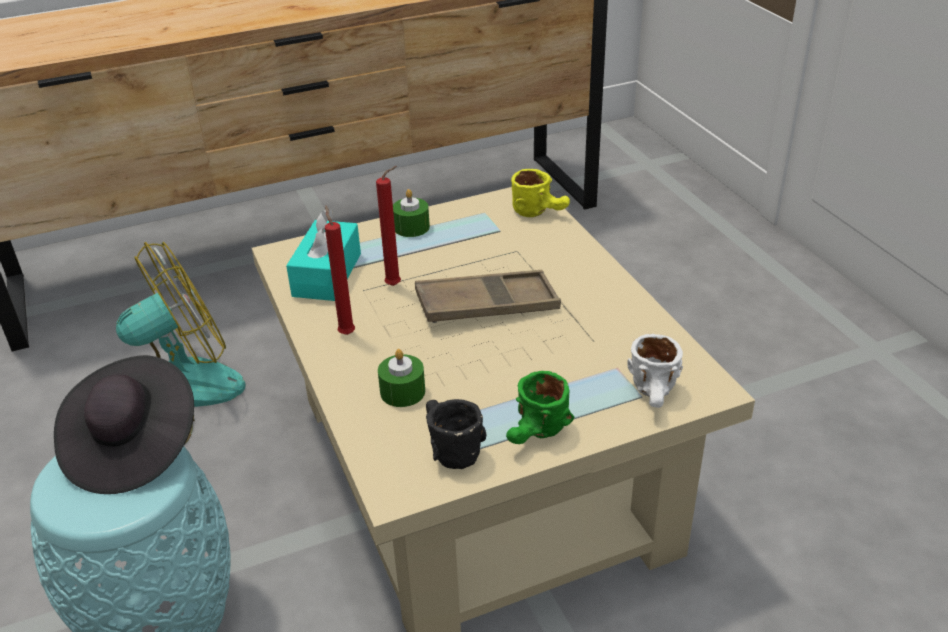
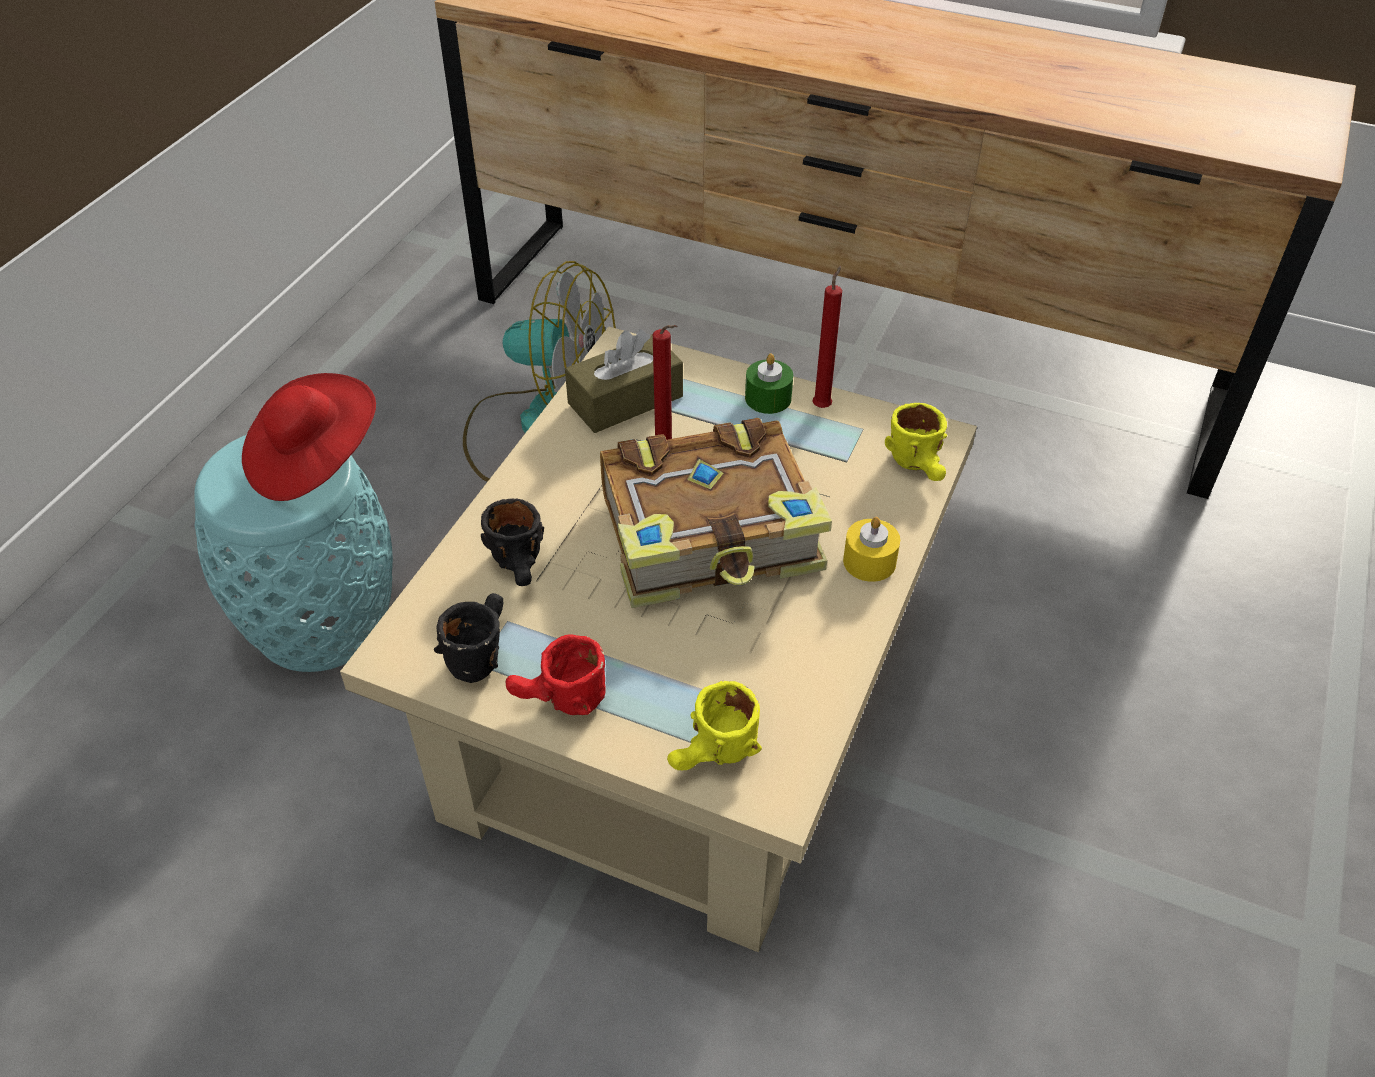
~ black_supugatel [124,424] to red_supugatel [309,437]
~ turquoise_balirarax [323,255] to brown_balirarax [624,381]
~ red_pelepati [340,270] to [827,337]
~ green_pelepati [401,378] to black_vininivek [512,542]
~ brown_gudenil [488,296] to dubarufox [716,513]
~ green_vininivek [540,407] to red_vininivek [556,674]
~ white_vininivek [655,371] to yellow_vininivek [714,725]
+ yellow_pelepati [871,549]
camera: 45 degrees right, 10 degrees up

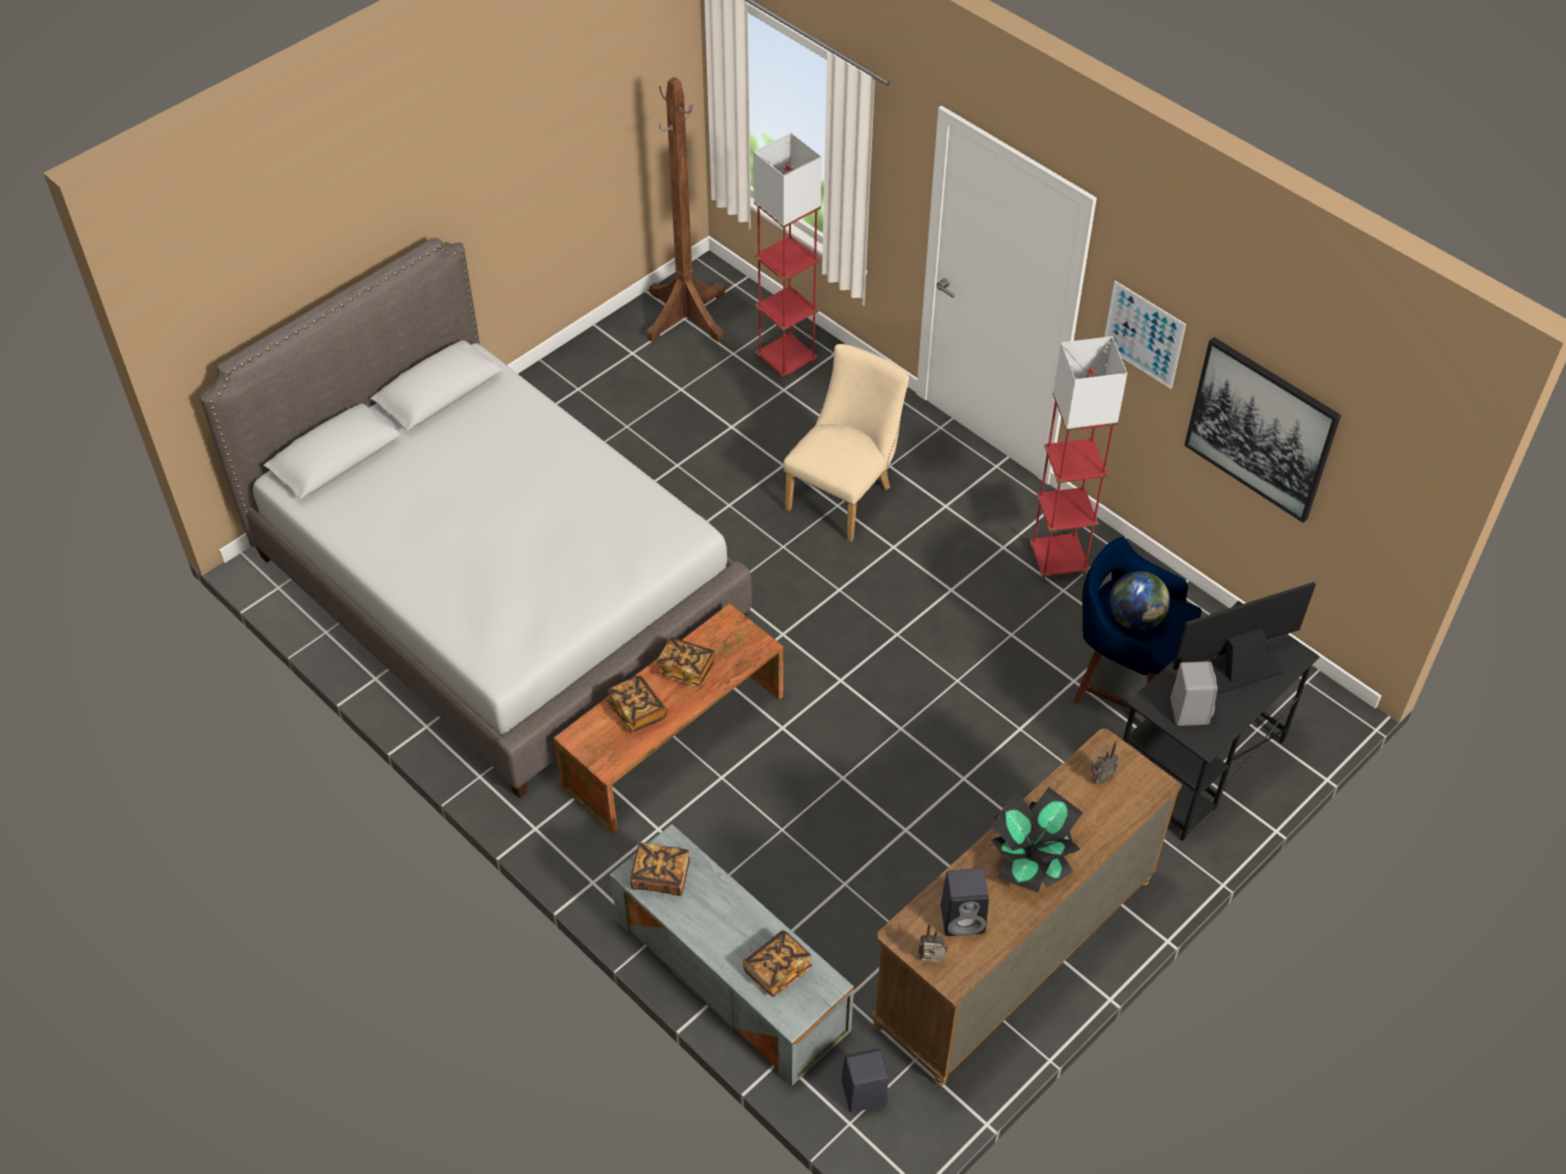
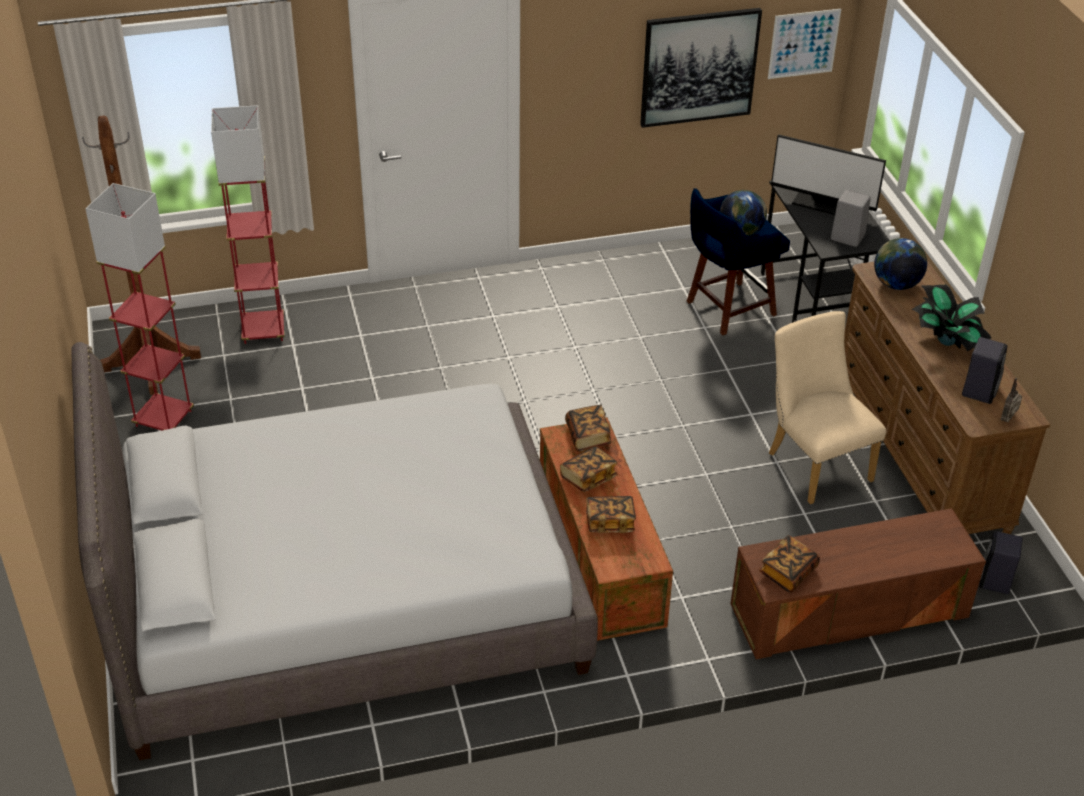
~ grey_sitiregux [732,955] to brown_sitiregux [858,583]
~ dubarufox [777,963] to [588,428]
~ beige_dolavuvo [846,443] to [827,407]
~ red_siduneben [1078,458] to [139,307]
~ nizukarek [1104,762] to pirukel [900,264]
~ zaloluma [1145,335] to [804,44]
~ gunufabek [1244,638] = [828,174] 75 degrees counterclockwise
camera: 60 degrees left, 10 degrees down

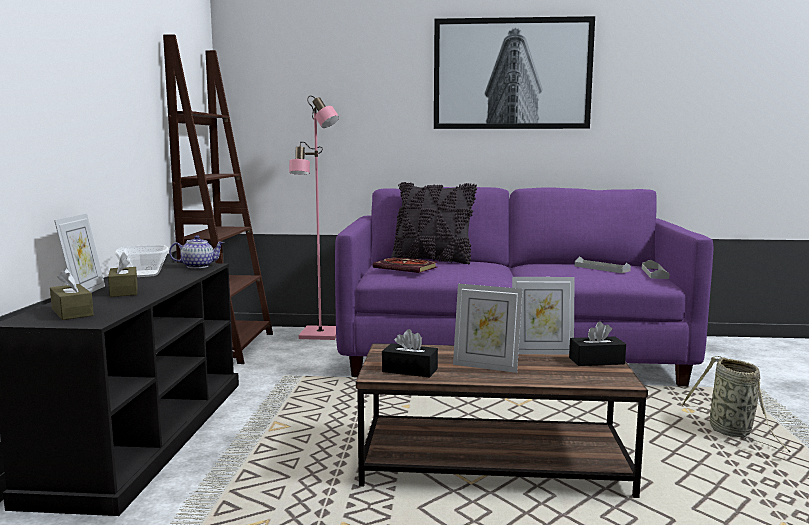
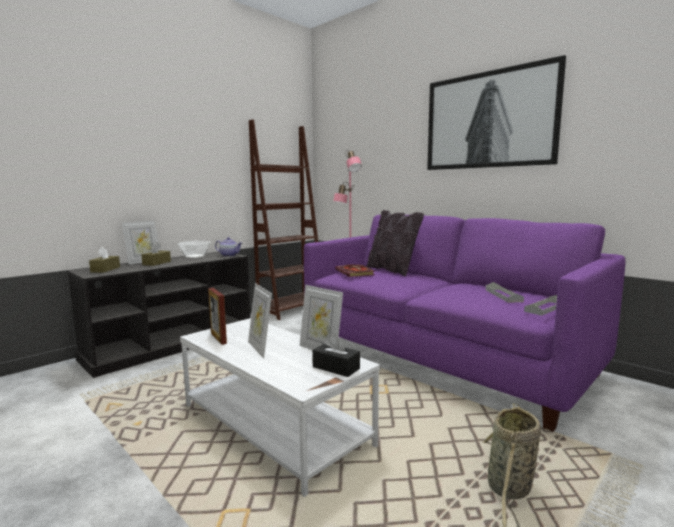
~ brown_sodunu [502,420] to white_sodunu [280,407]
~ black_balirarax [410,353] to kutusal [217,316]
camera: 40 degrees right, 0 degrees up

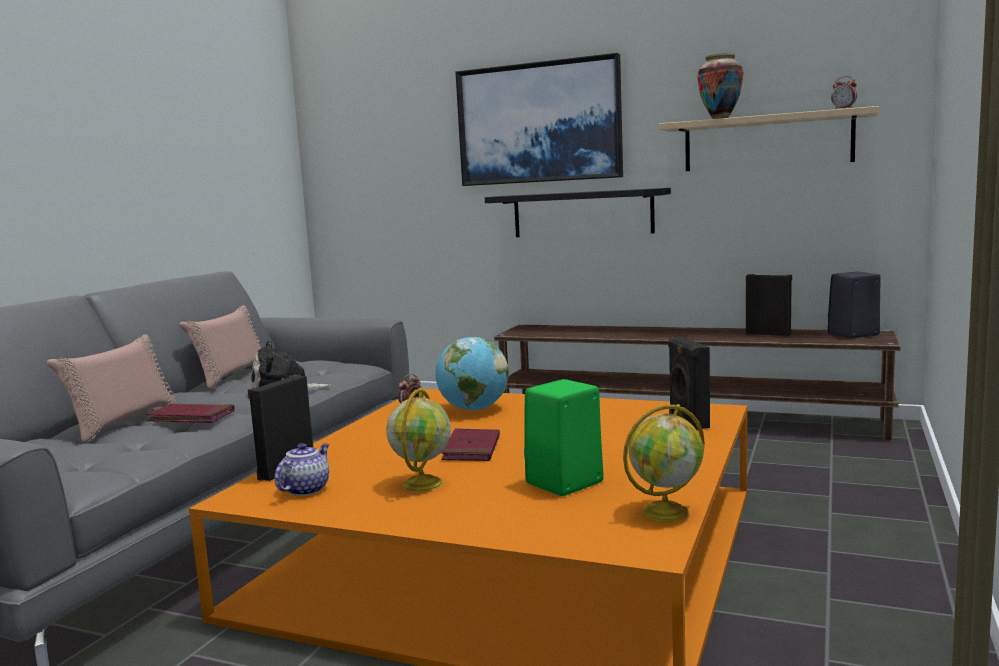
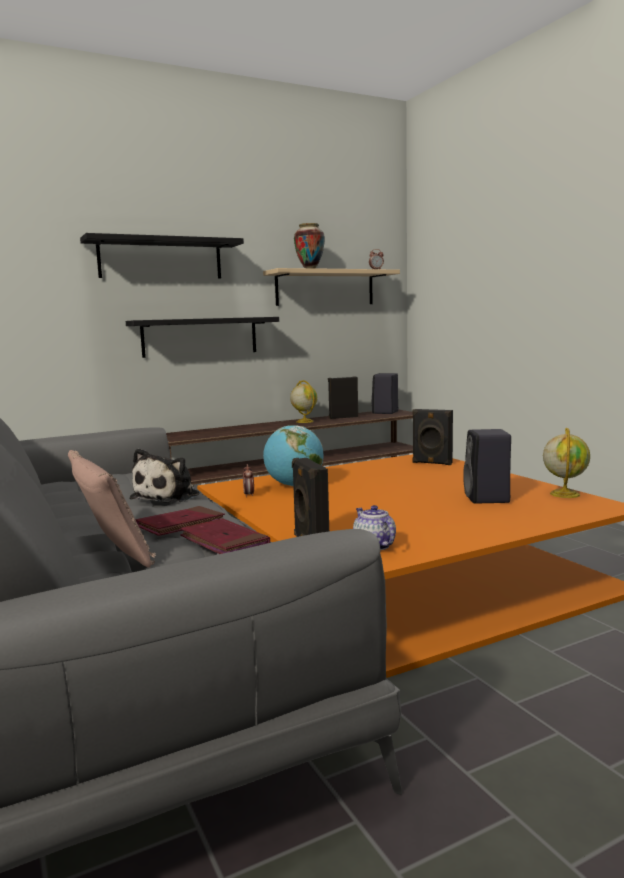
- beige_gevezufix [221,347]
~ pirukel [418,440] to [303,401]
~ red_dubarufox [470,444] to [225,536]
~ zaloluma [539,119] to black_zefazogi [162,256]
~ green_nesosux [564,437] to black_nesosux [487,466]
camera: 50 degrees left, 0 degrees up

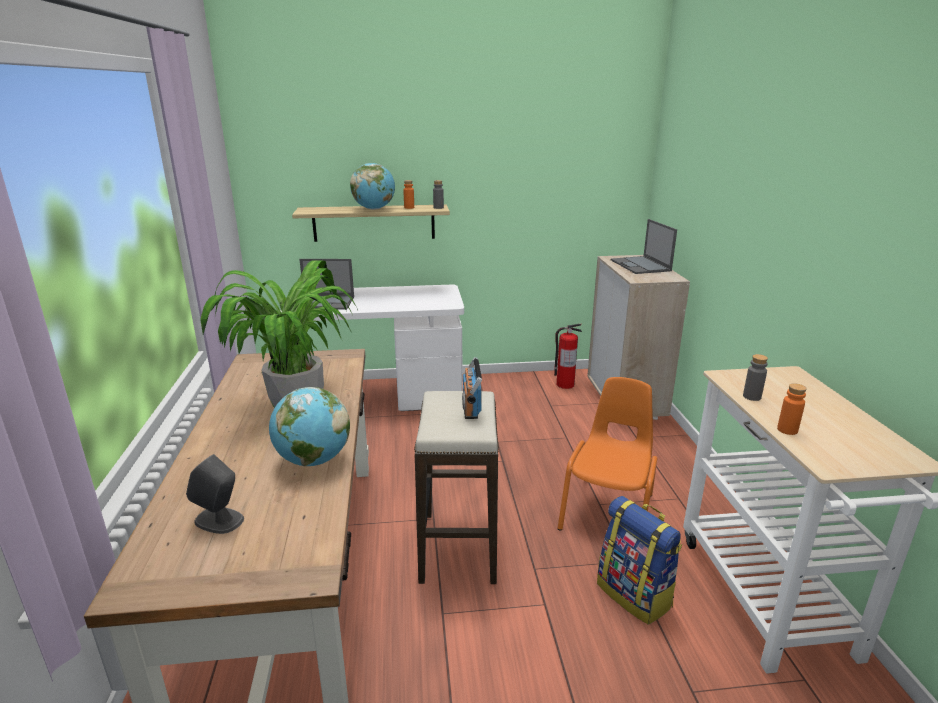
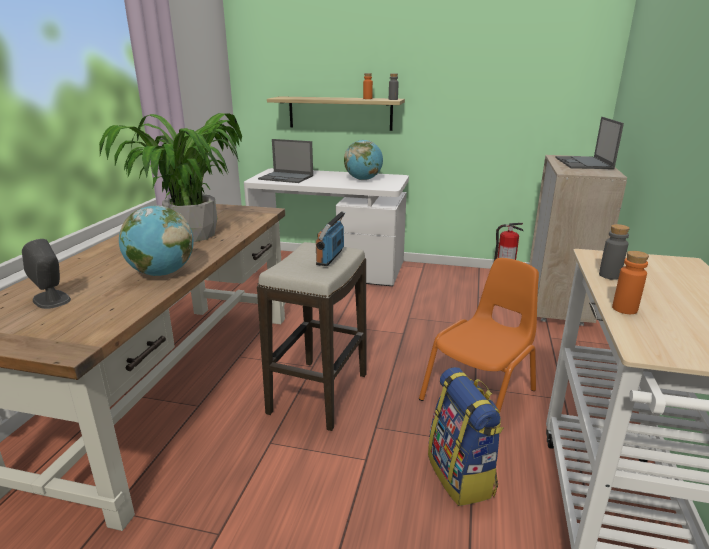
~ pirukel [372,186] to [363,160]
camera: 20 degrees right, 0 degrees up

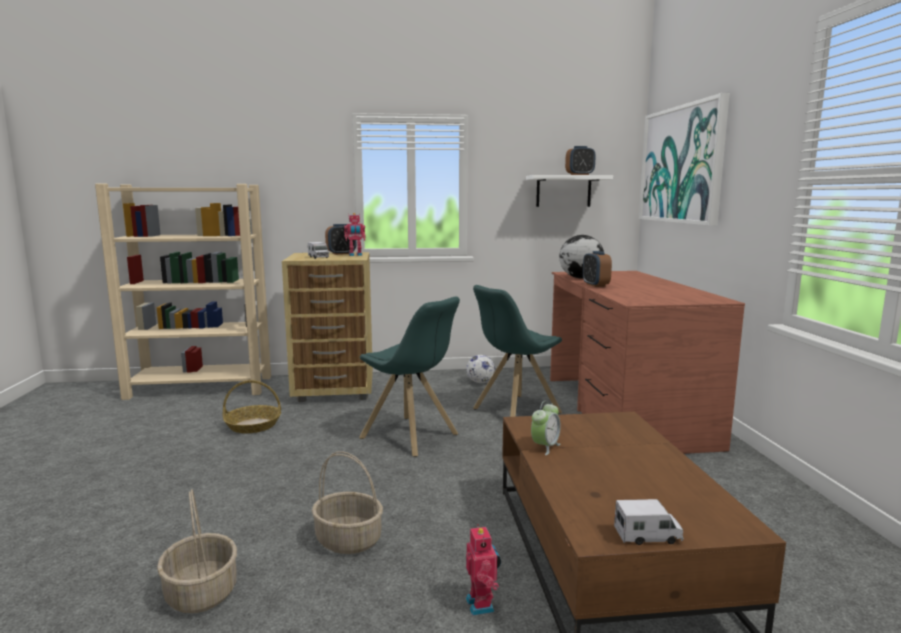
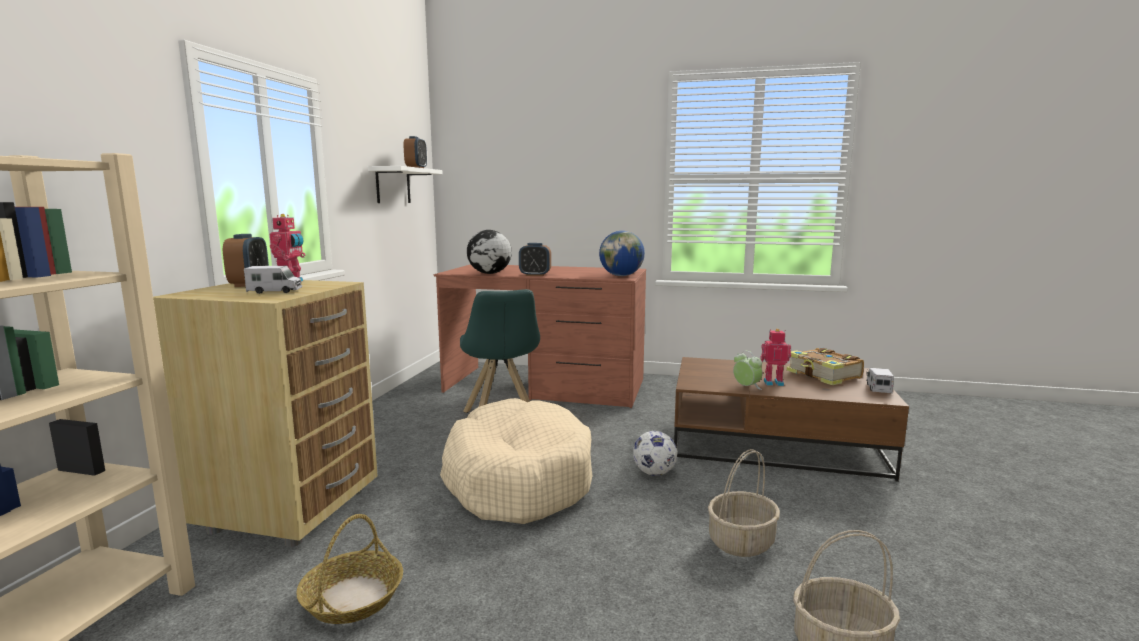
~ turquoise_dolavuvo [409,377] to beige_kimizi [516,461]
~ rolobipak [480,369] to [655,453]
~ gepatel [483,570] to [775,357]
- zaloluma [684,159]
+ pirukel [622,253]
+ dubarufox [825,366]
camera: 70 degrees left, 0 degrees up

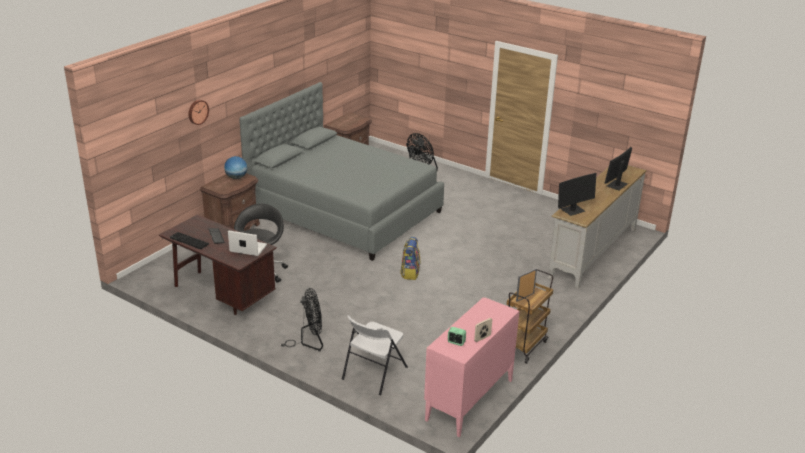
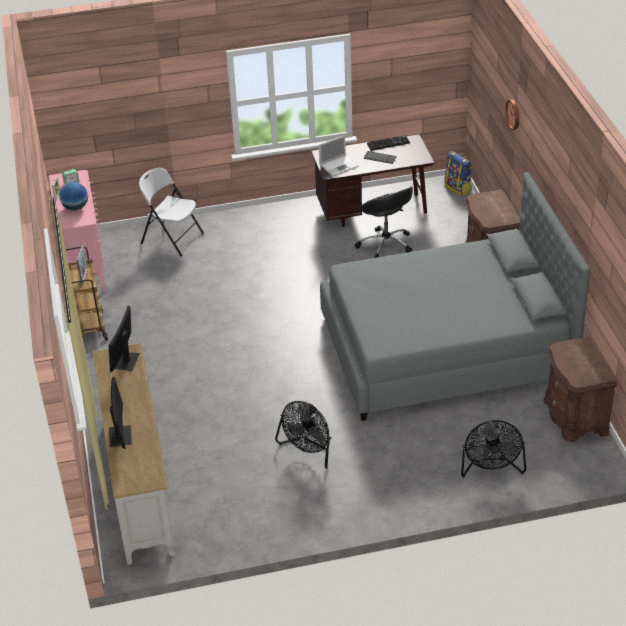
~ pirukel [235,167] to [73,196]
~ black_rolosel [301,319] to [303,435]
~ white_dolavuvo [375,355] = [171,212] 45 degrees counterclockwise
~ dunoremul [410,258] to [458,173]
camera: 135 degrees right, 10 degrees up

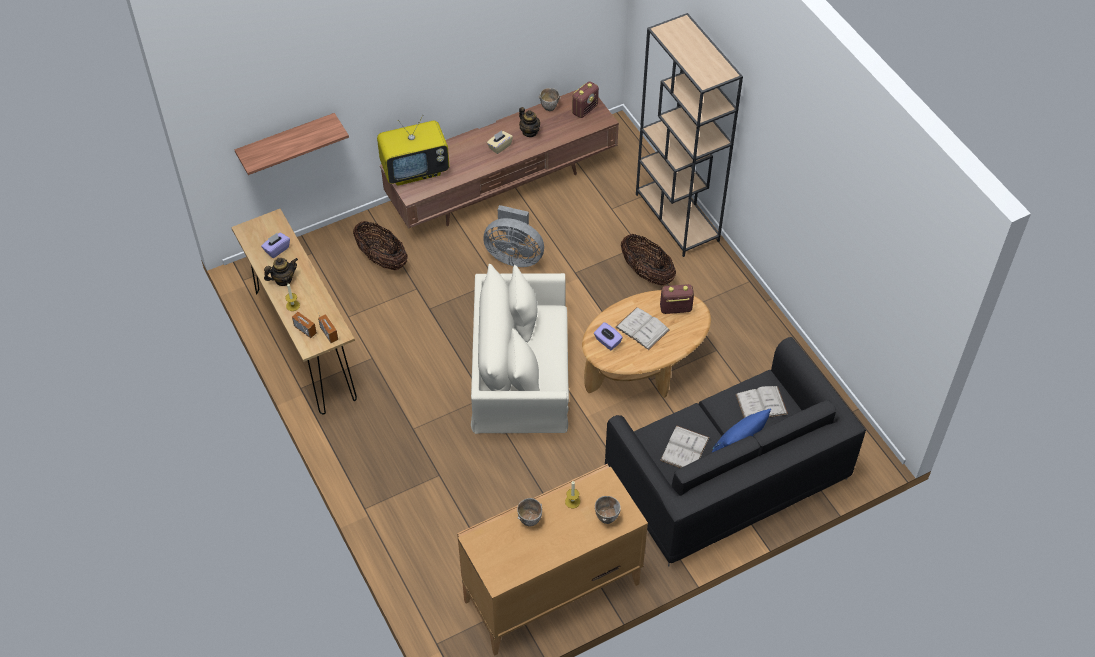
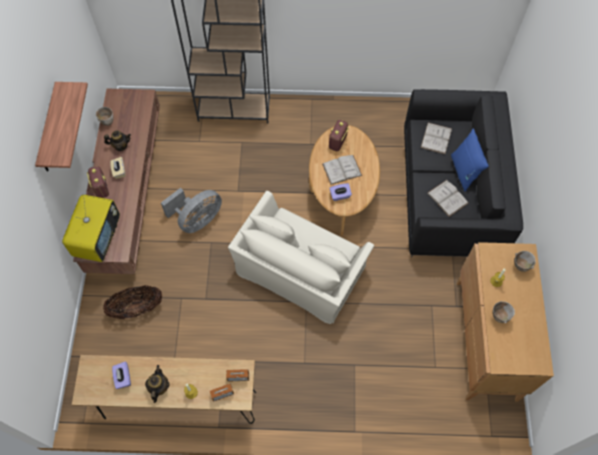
~ zefazogi [292,144] to [61,126]
~ nizukarek [585,99] to [98,182]
- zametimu [648,260]
camera: 60 degrees left, 10 degrees up

